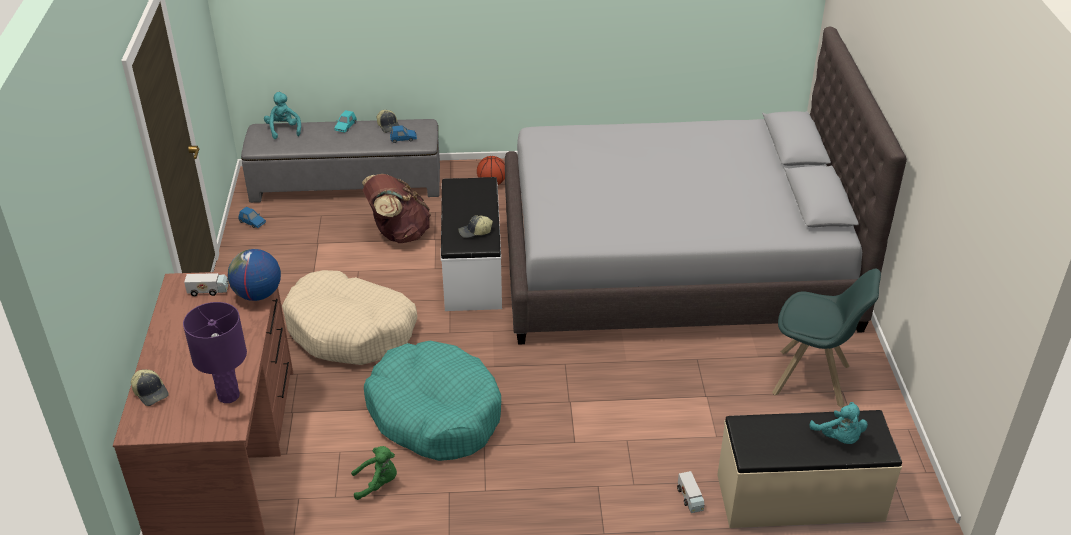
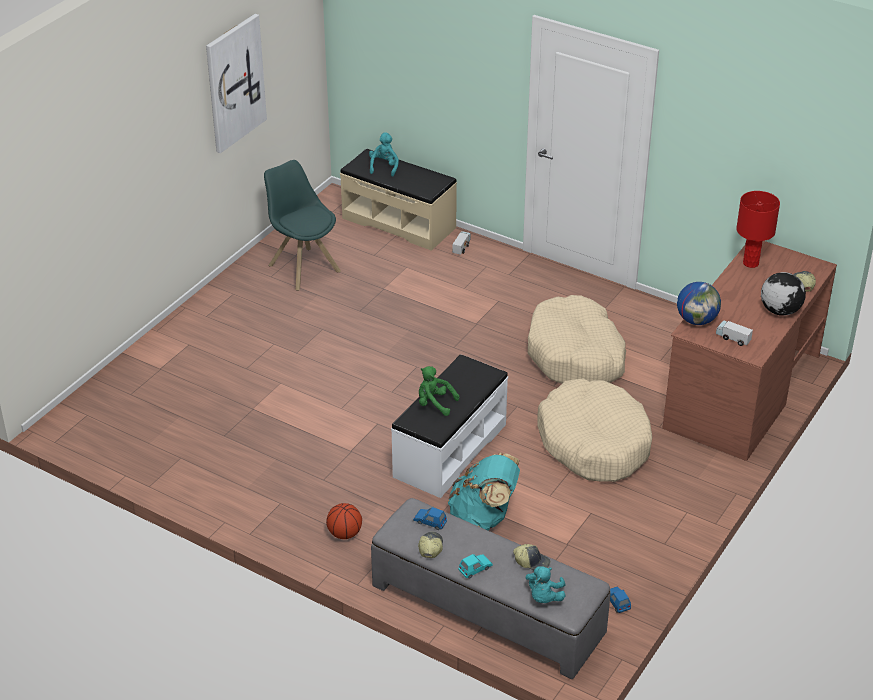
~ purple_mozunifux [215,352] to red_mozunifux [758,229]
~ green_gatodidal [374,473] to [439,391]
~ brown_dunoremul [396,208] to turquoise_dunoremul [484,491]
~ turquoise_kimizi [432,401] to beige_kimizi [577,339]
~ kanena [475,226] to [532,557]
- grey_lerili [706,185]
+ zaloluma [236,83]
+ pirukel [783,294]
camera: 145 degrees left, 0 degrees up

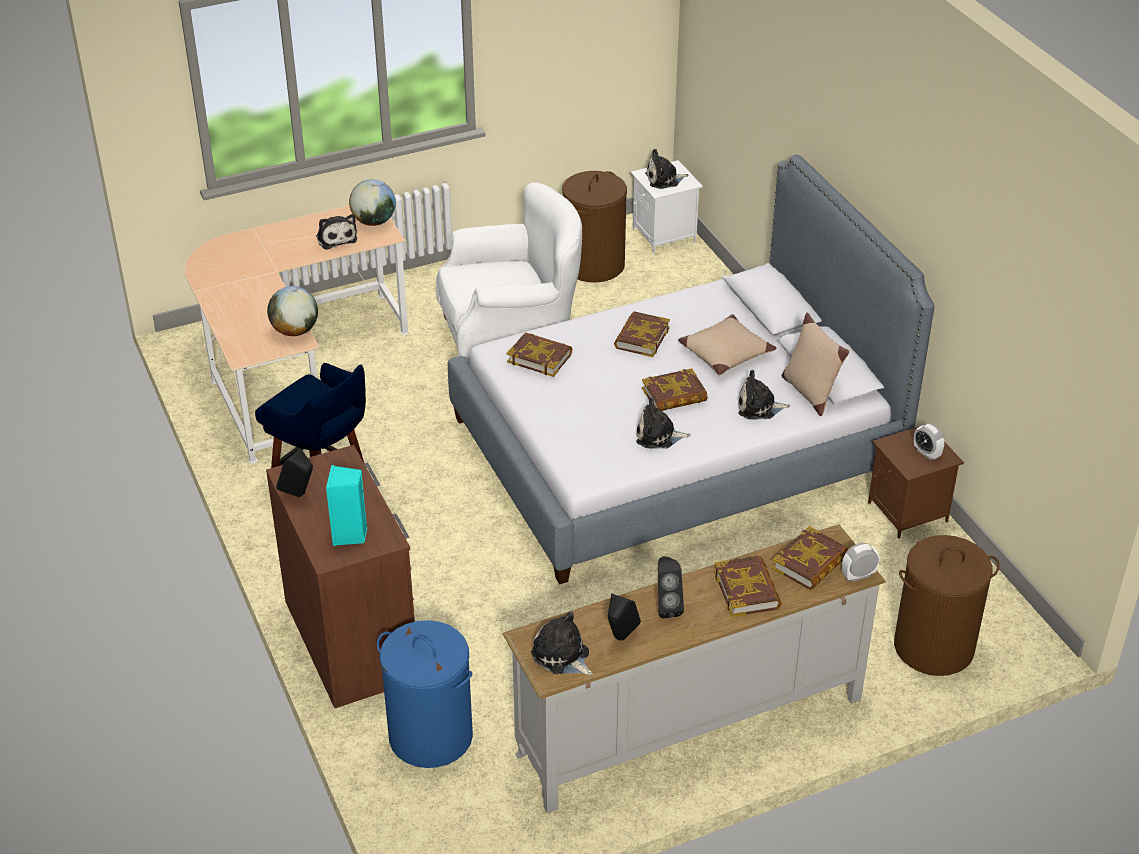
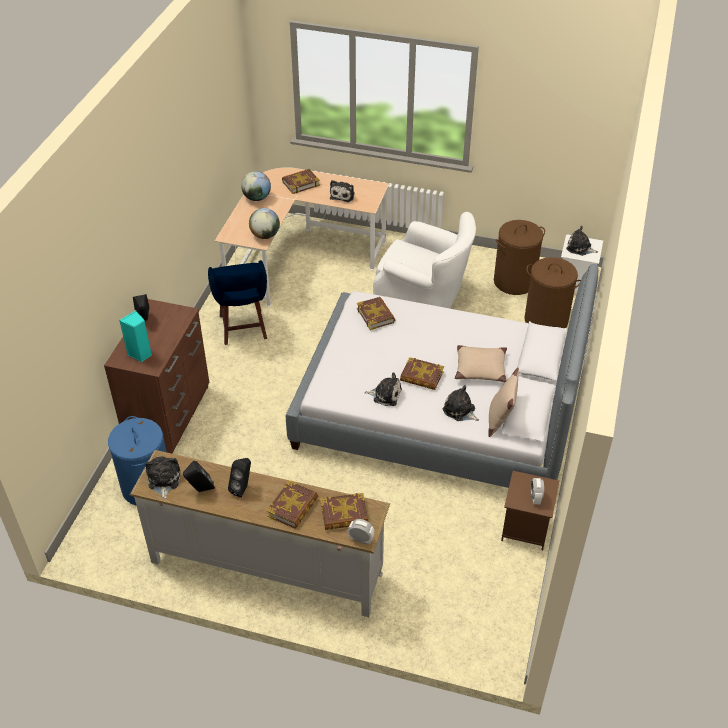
~ pirukel [372,202] to [256,186]
~ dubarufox [642,334] to [301,181]
~ gatodidal [663,423] = [383,389] 150 degrees clockwise
~ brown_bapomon [947,605] to [553,292]
camera: 40 degrees right, 5 degrees up

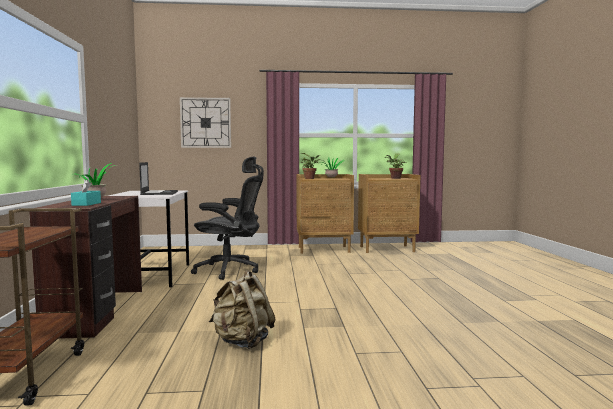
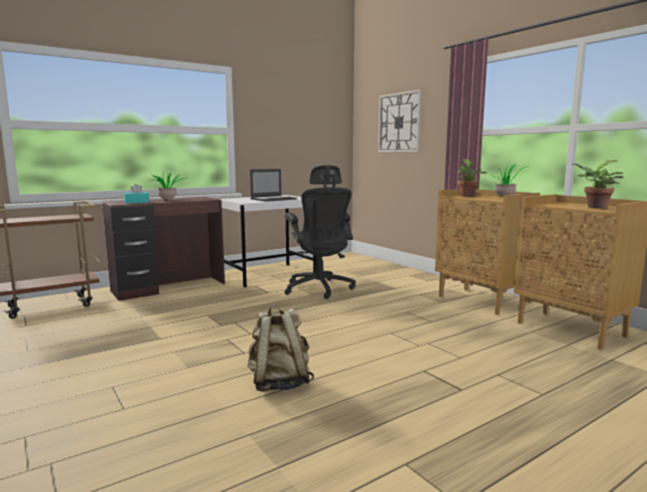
~ beige_dunoremul [242,309] to [280,348]
camera: 60 degrees right, 5 degrees up

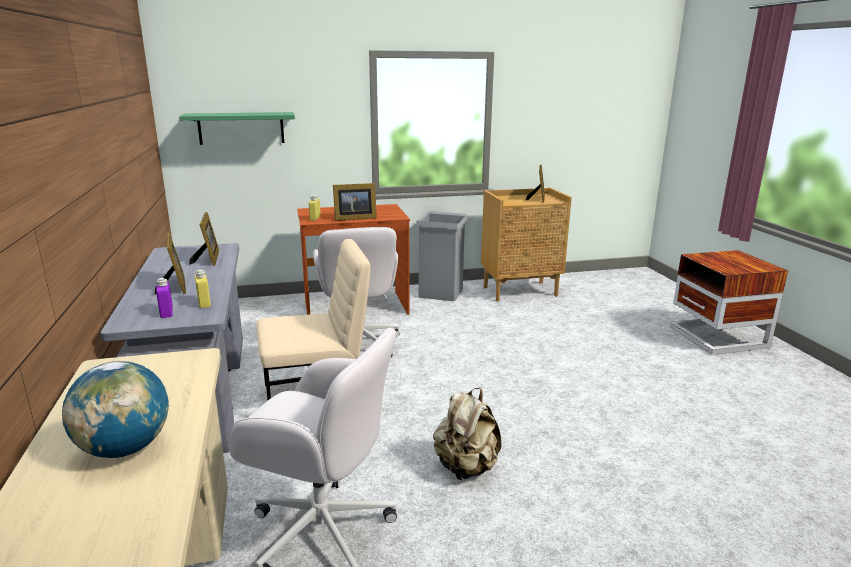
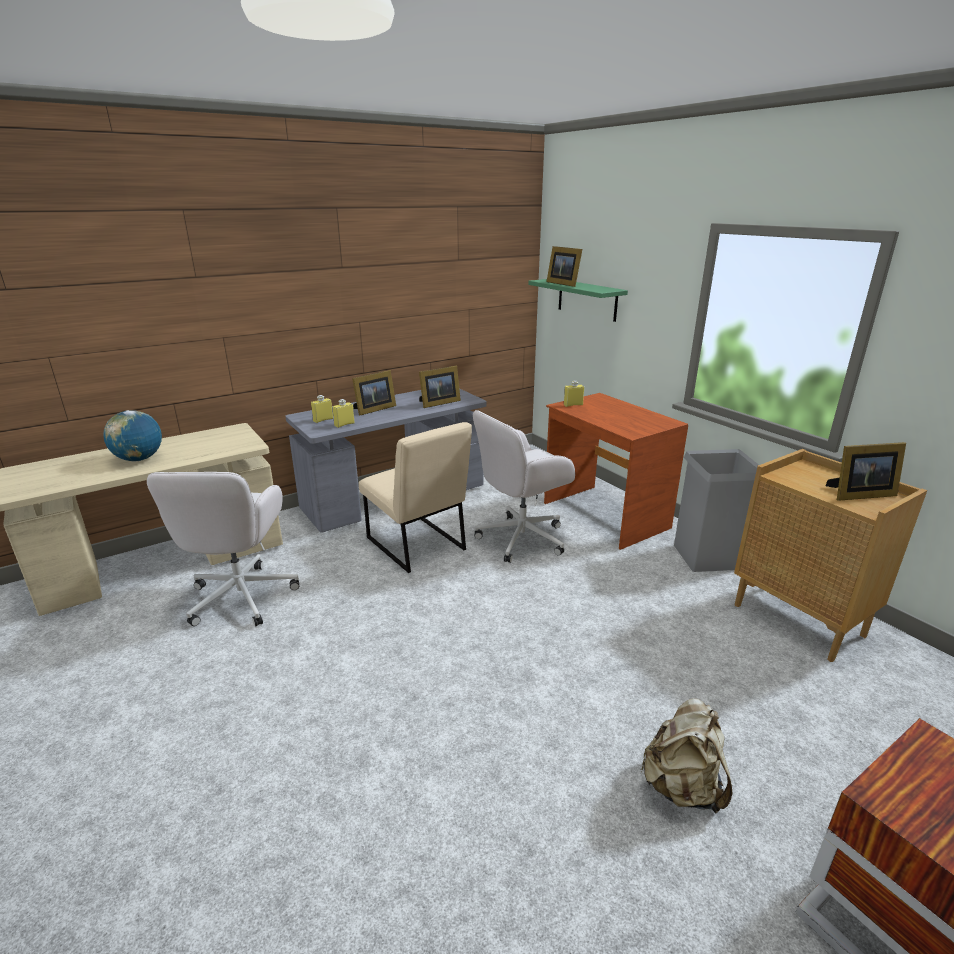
~ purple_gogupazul [164,298] to yellow_gogupazul [322,409]
~ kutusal [355,202] to [564,266]
~ beige_dunoremul [467,434] to [686,756]
camera: 70 degrees right, 5 degrees up

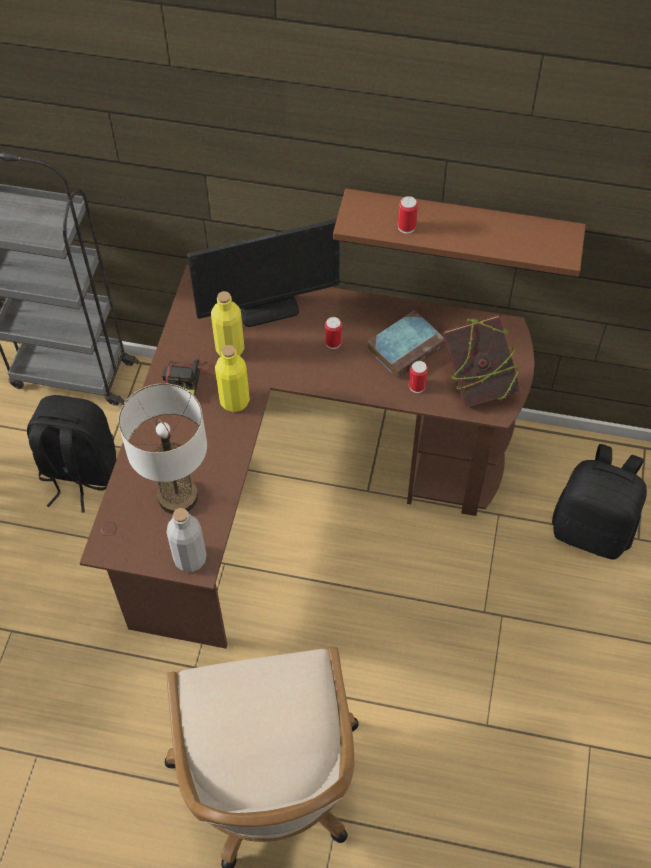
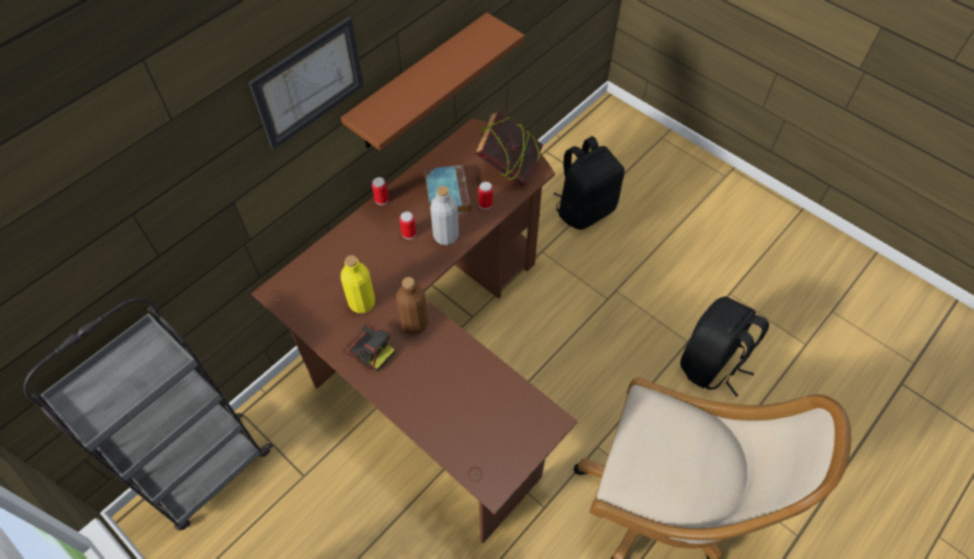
~ black_dunoremul [71,454] to [724,346]
- mozunifux [162,448]
~ grey_gogupazul [186,540] to [444,215]
- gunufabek [263,273]
~ yellow_gogupazul [232,378] to brown_gogupazul [412,306]
~ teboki [408,215] to [380,191]
+ zaloluma [306,83]
camera: 60 degrees left, 0 degrees up

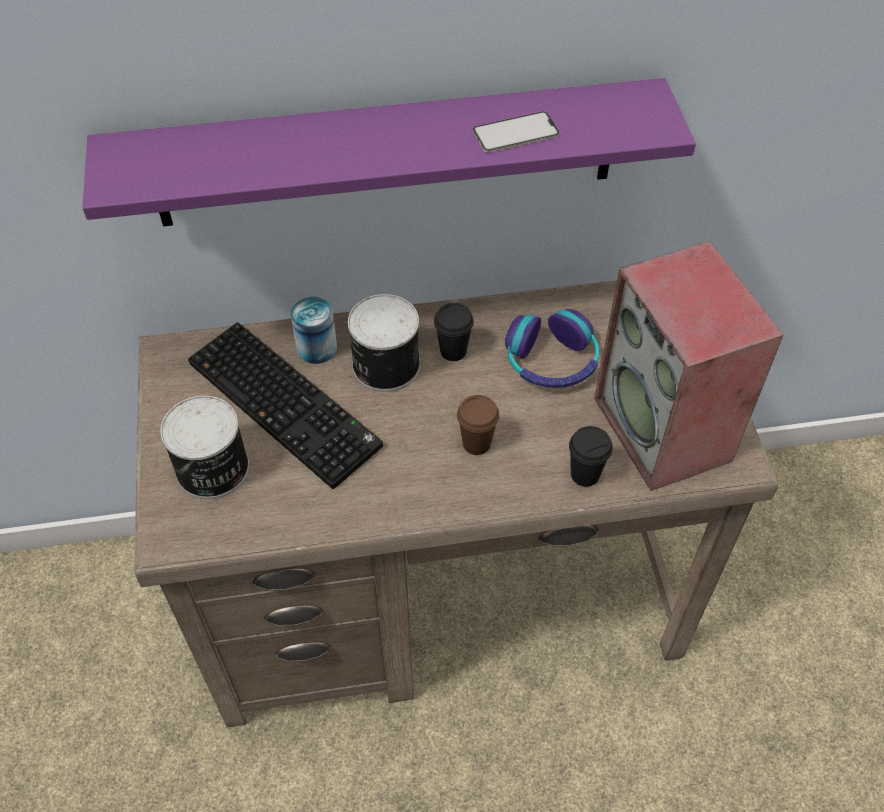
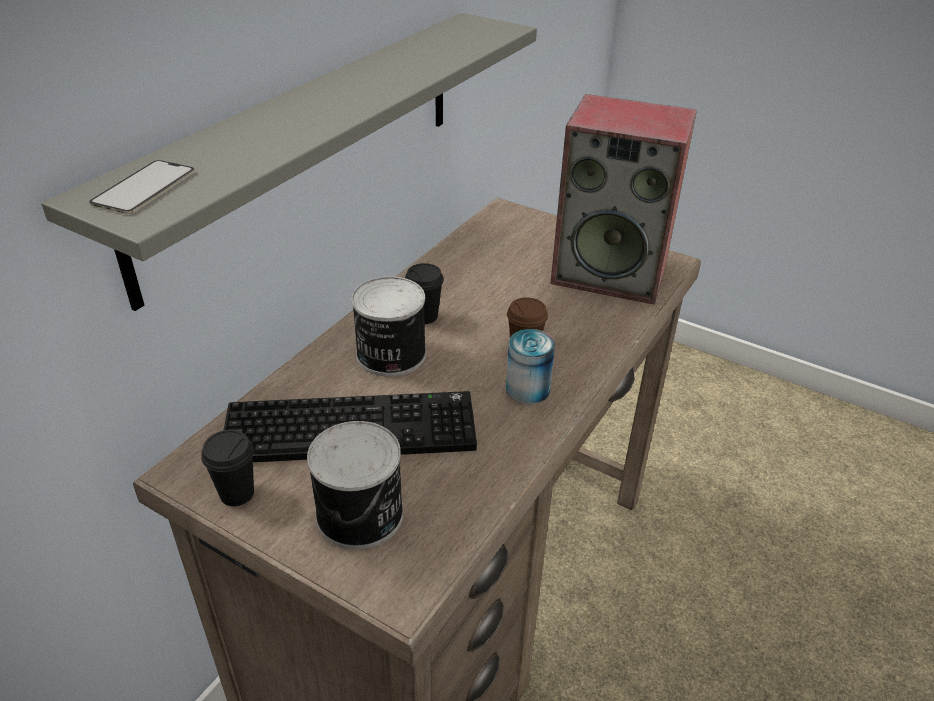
~ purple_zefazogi [389,152] to grey_zefazogi [289,162]
~ teboki [314,330] to [530,366]
~ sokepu [516,132] to [142,187]
- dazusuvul [552,348]
~ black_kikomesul [591,456] to [227,468]
camera: 50 degrees left, 15 degrees down

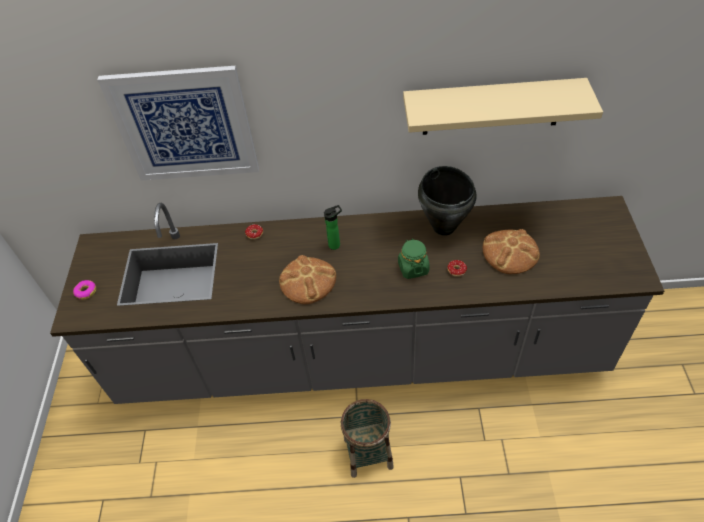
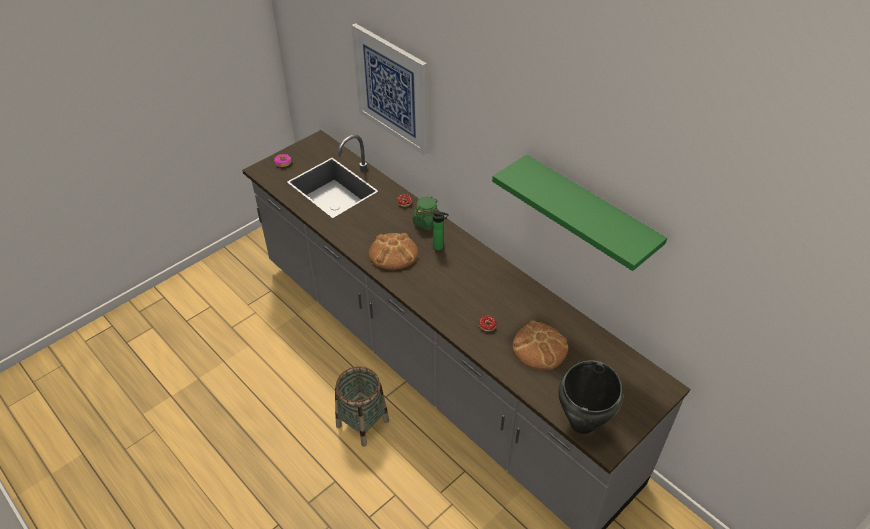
~ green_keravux [414,258] to [426,213]
~ beige_zefazogi [503,106] to green_zefazogi [579,213]
~ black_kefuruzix [447,201] to [591,397]
camera: 45 degrees right, 5 degrees down

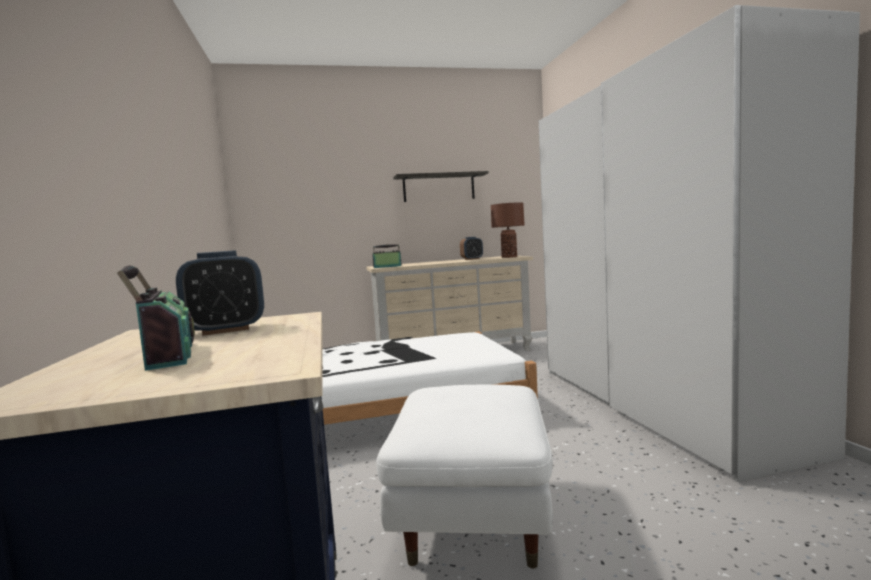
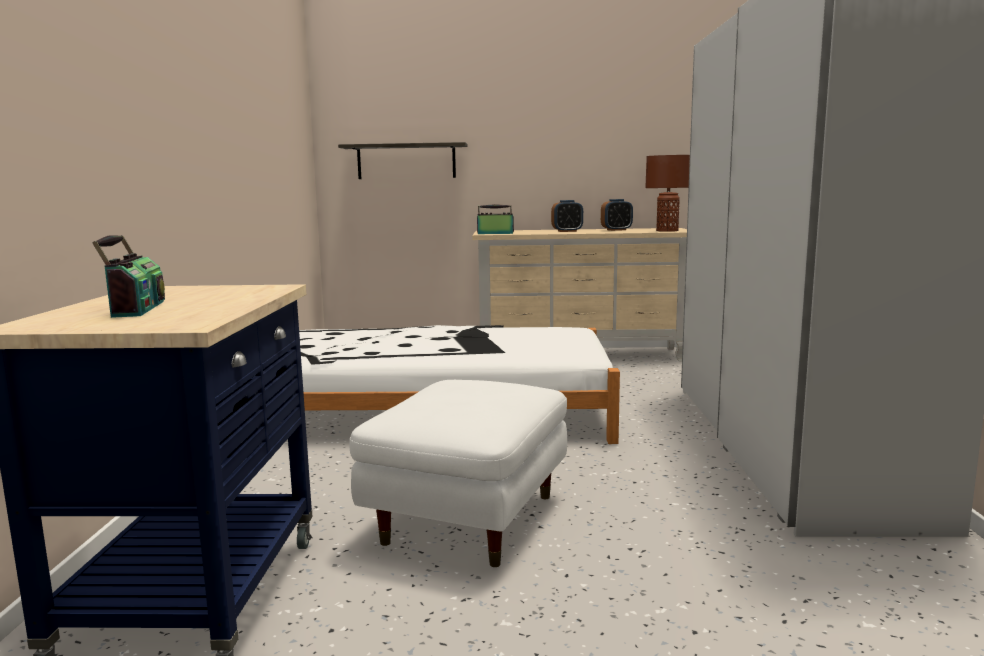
~ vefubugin [220,293] to [567,216]
~ zefazogi [441,186] to [402,160]
camera: 15 degrees right, 5 degrees up

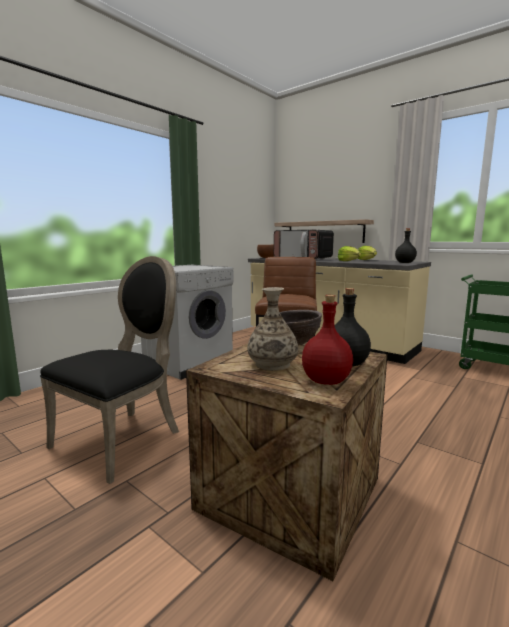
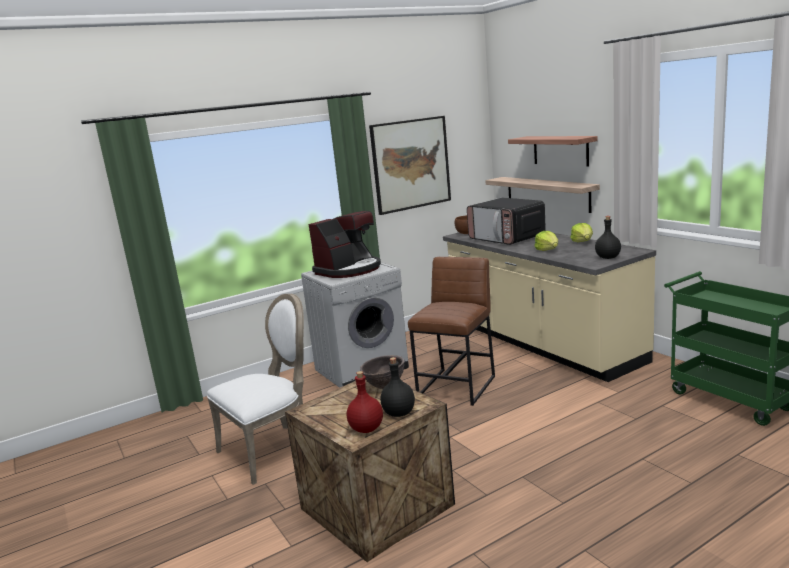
~ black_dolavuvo [109,370] to white_dolavuvo [255,389]
- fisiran [272,329]
+ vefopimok [344,244]
+ zaloluma [410,165]
+ zefazogi [553,151]
camera: 20 degrees right, 5 degrees up

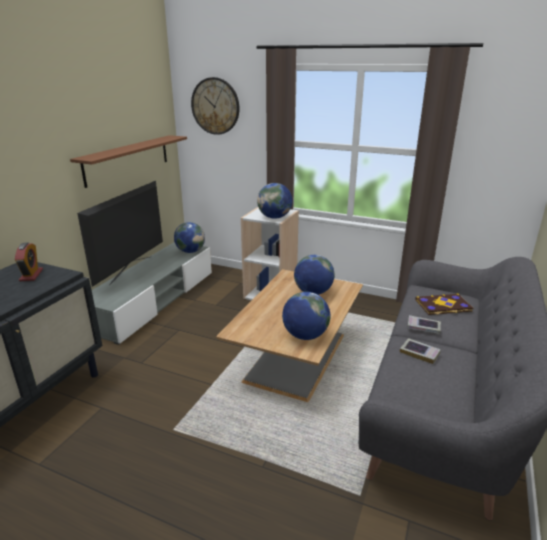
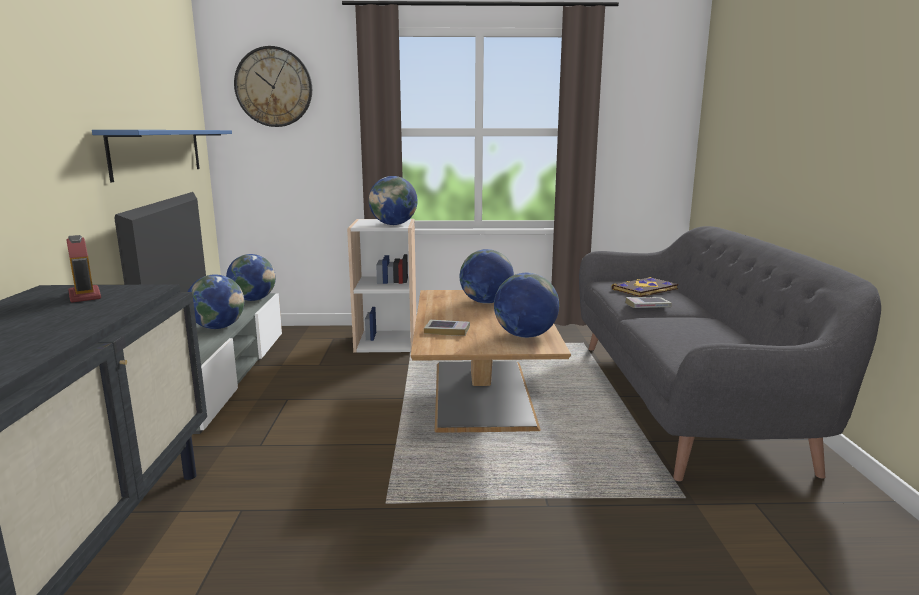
~ brown_zefazogi [128,161] to blue_zefazogi [162,156]
~ dubarufox [420,351] to [447,328]
+ pirukel [216,302]
camera: 25 degrees left, 10 degrees down

